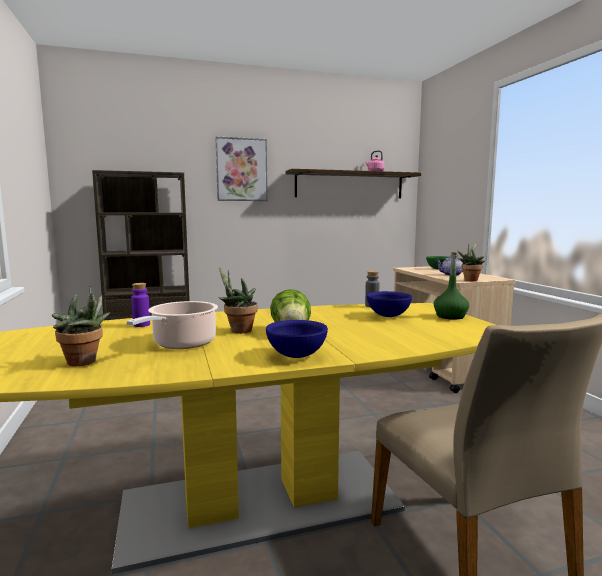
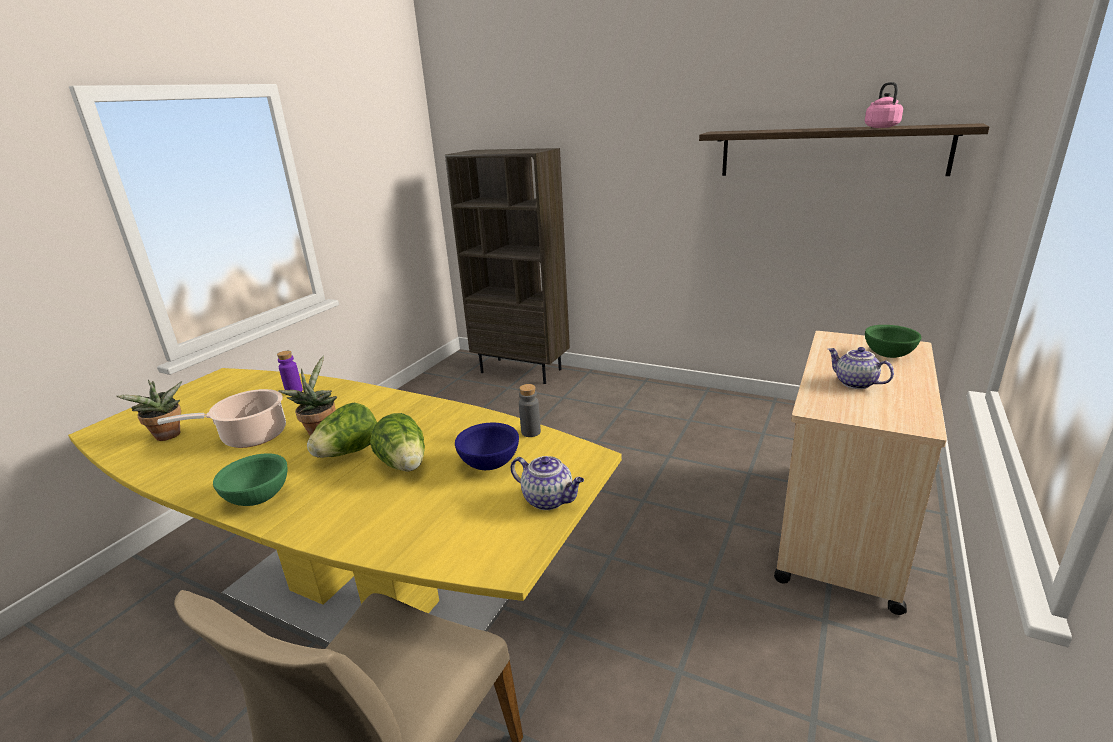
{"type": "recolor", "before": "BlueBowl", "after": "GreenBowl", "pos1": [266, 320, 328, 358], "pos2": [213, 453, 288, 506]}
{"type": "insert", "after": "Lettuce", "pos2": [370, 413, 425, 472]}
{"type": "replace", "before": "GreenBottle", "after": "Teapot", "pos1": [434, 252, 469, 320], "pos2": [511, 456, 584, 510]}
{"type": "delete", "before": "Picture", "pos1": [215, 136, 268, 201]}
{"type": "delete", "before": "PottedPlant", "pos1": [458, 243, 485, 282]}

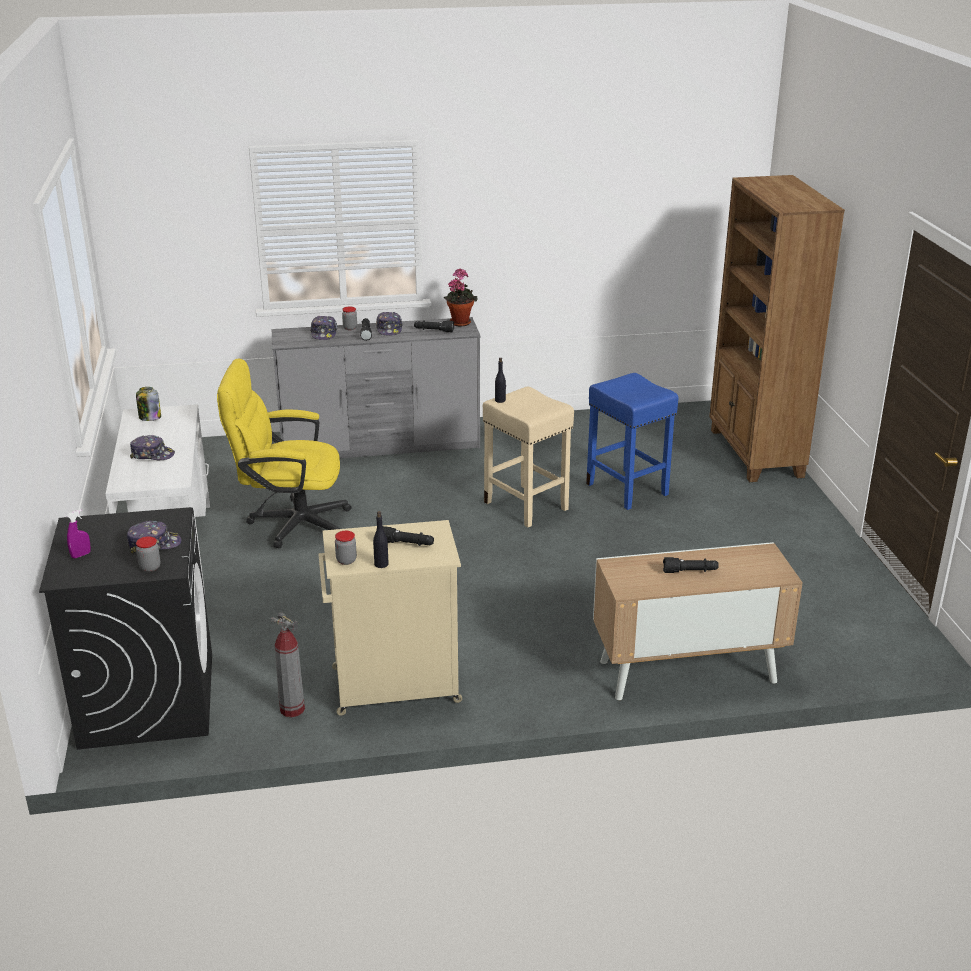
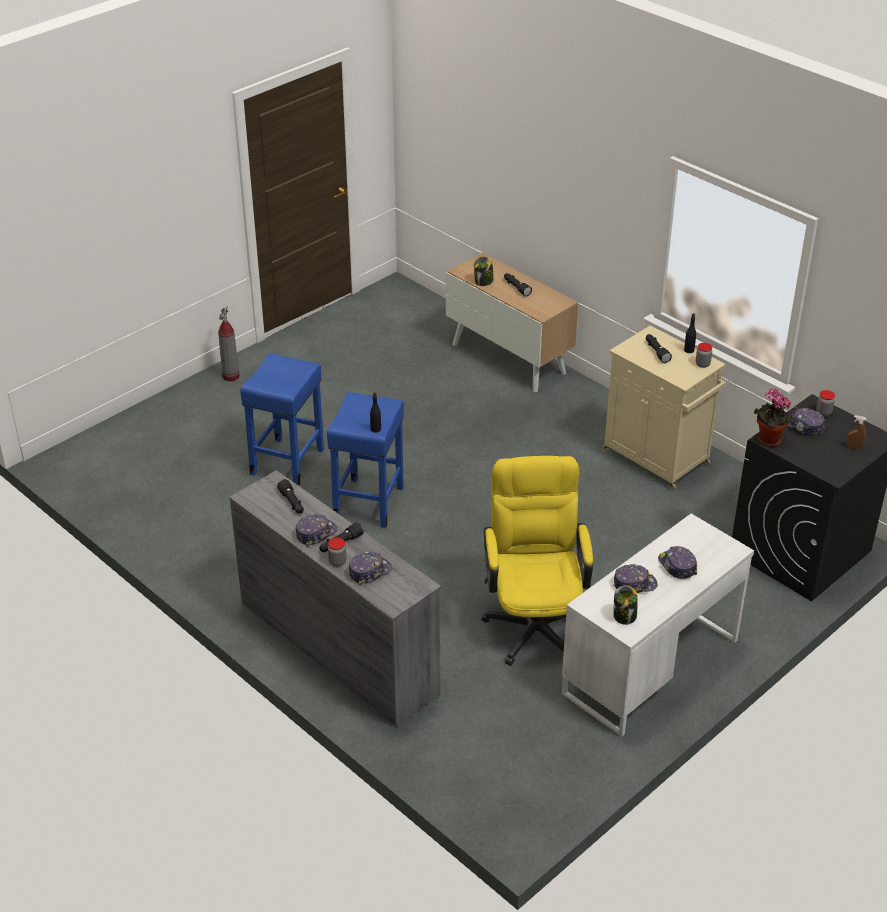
{"type": "move", "before": "FireExtinguisher", "pos1": [270, 612, 305, 717], "pos2": [218, 306, 240, 382]}
{"type": "recolor", "before": "BeigeStool", "after": "BlueStool", "pos1": [483, 387, 574, 527], "pos2": [327, 392, 404, 528]}
{"type": "insert", "after": "Jar", "pos2": [474, 257, 494, 286]}
{"type": "rotate", "before": "YellowOfficeChair", "pos1": [217, 358, 351, 549], "pos2": [482, 456, 593, 666], "turn": -150}
{"type": "insert", "after": "Cap", "pos2": [613, 564, 658, 593]}
{"type": "move", "before": "PottedPlant", "pos1": [444, 268, 478, 326], "pos2": [754, 389, 794, 446]}
{"type": "recolor", "before": "PurpleSprayBottle", "after": "BrownSprayBottle", "pos1": [67, 509, 91, 559], "pos2": [846, 415, 866, 450]}
{"type": "delete", "before": "BrownBookcase", "pos1": [709, 175, 845, 482]}

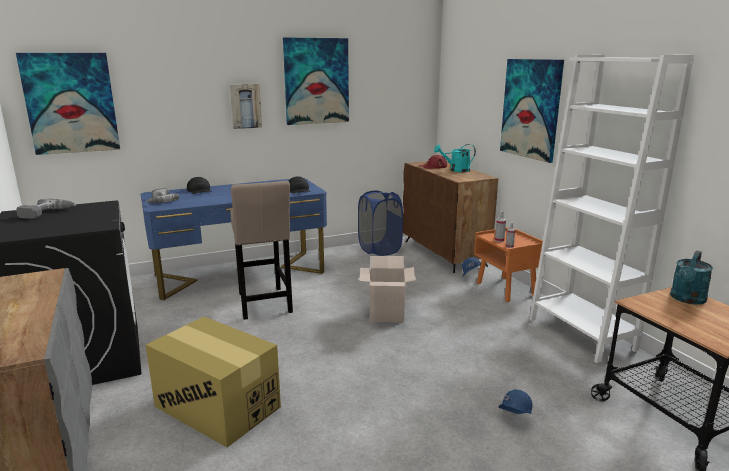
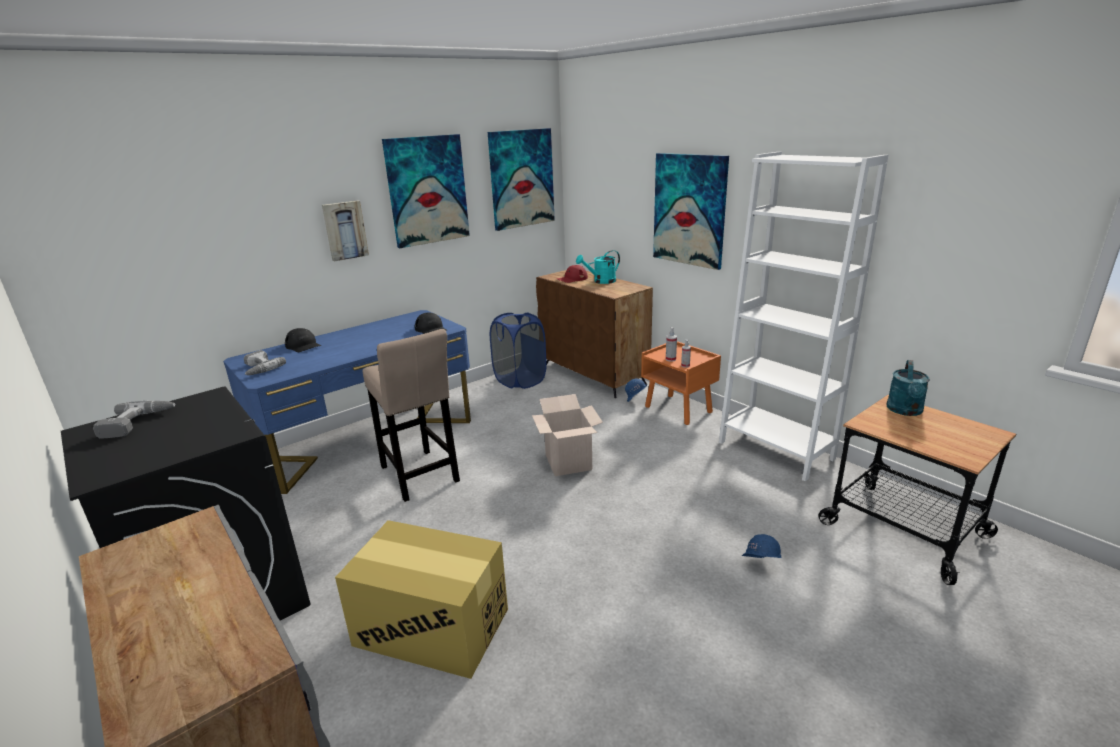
{"type": "move", "before": "Picture", "pos1": [16, 53, 120, 155], "pos2": [488, 128, 555, 231]}

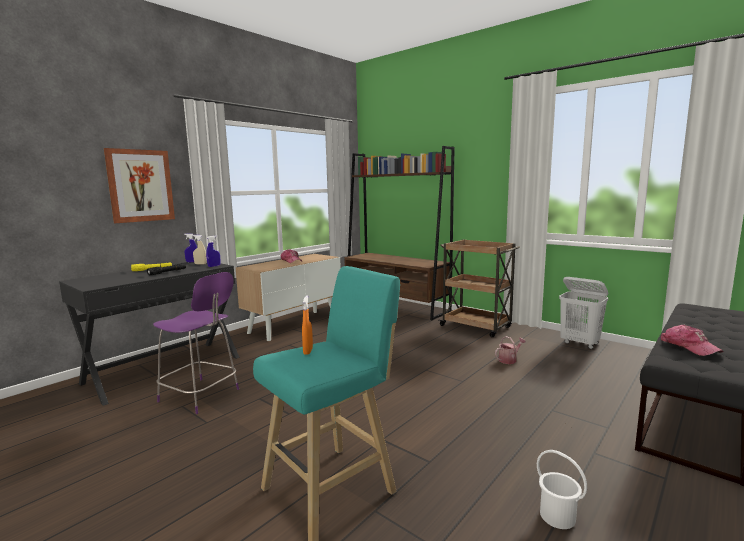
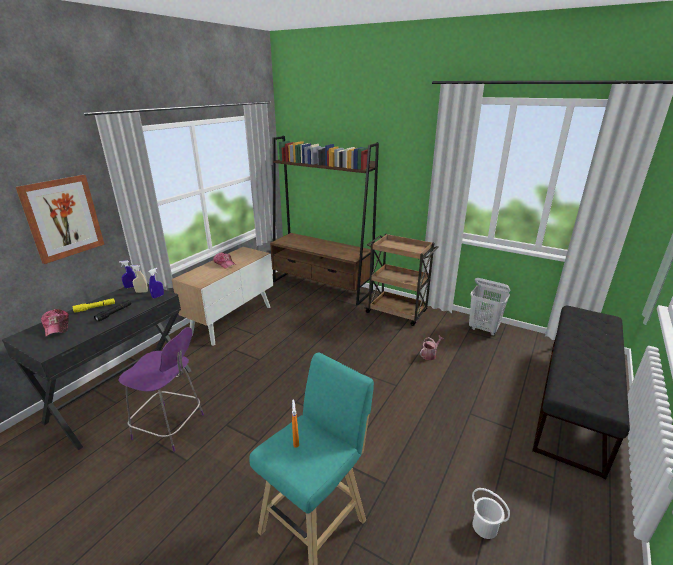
{"type": "move", "before": "Cap", "pos1": [661, 325, 723, 356], "pos2": [41, 309, 69, 336]}

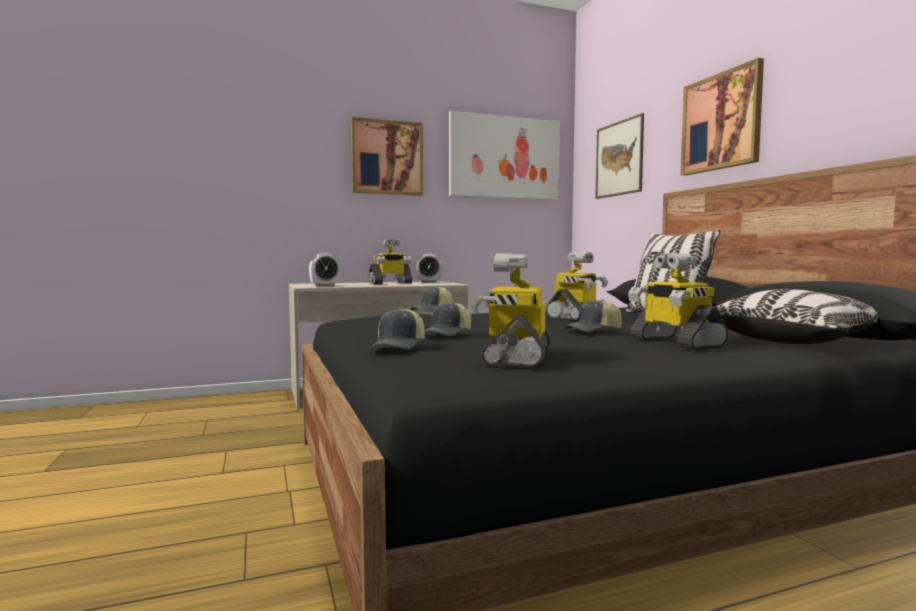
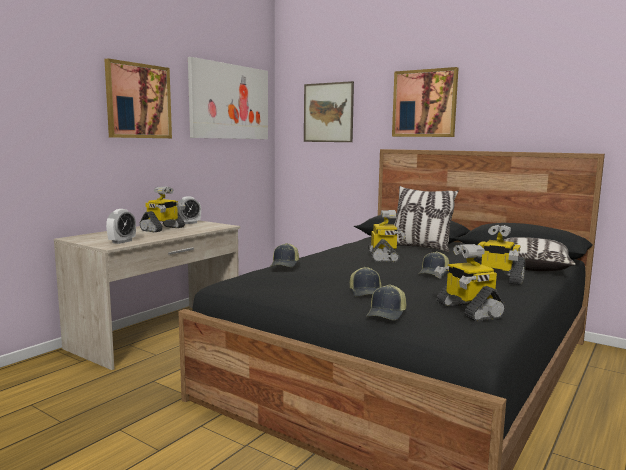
{"type": "rotate", "before": "Cap", "pos1": [370, 308, 425, 349], "pos2": [366, 284, 406, 320], "turn": 45}

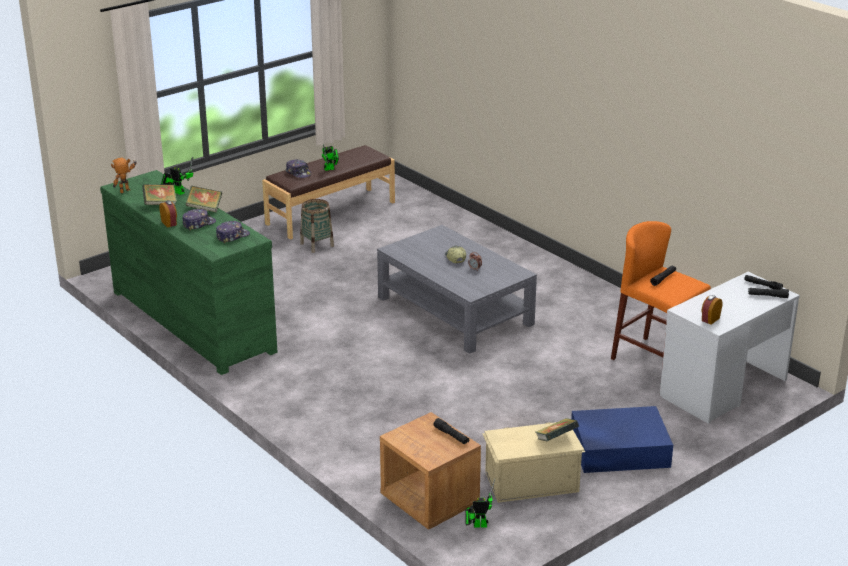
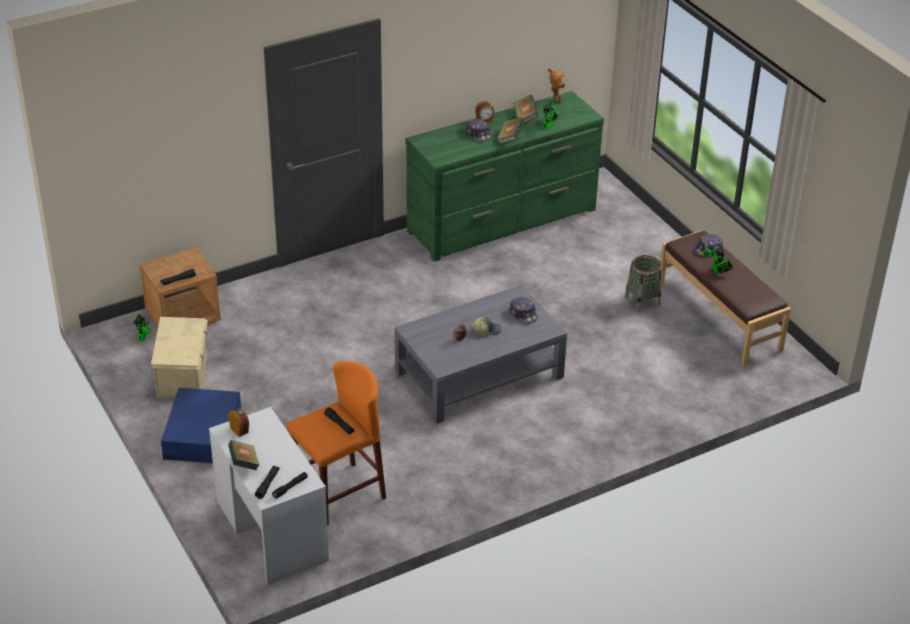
{"type": "move", "before": "Book", "pos1": [536, 418, 579, 441], "pos2": [228, 440, 259, 471]}
{"type": "move", "before": "Cap", "pos1": [216, 221, 250, 243], "pos2": [509, 297, 538, 324]}

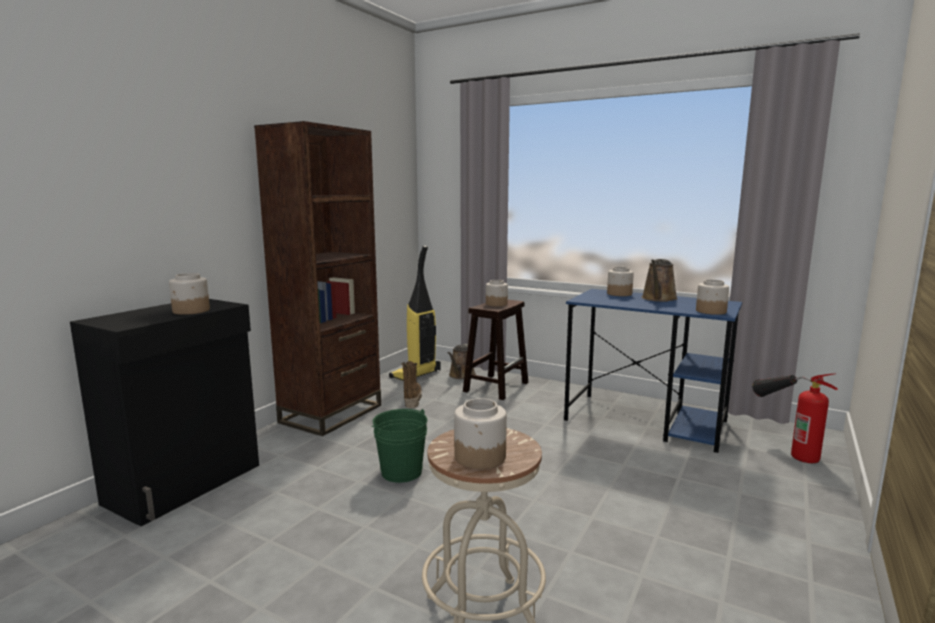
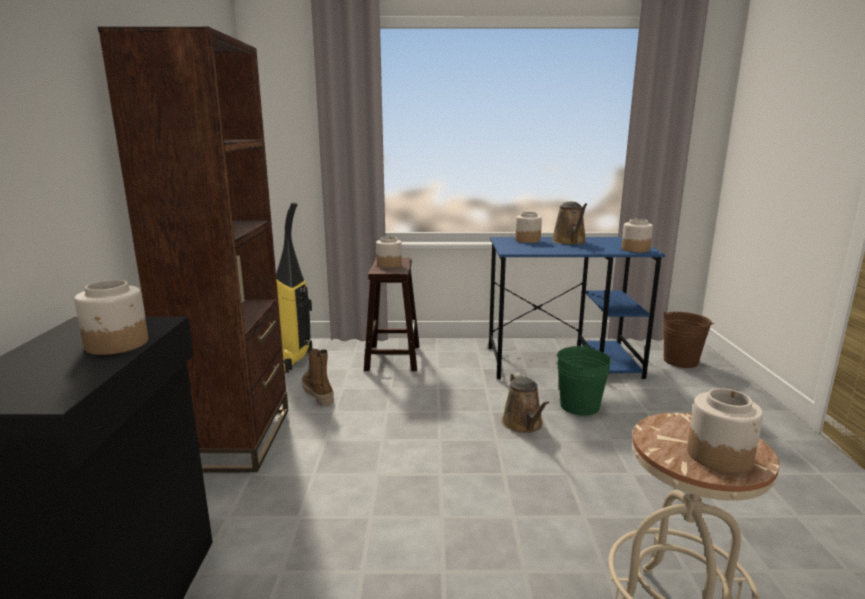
{"type": "move", "before": "BrownWateringCan", "pos1": [447, 344, 476, 379], "pos2": [502, 373, 549, 433]}
{"type": "move", "before": "GreenBucket", "pos1": [371, 409, 427, 483], "pos2": [557, 344, 611, 416]}
{"type": "replace", "before": "FireExtinguisher", "after": "BrownBucket", "pos1": [752, 373, 838, 463], "pos2": [663, 312, 714, 368]}

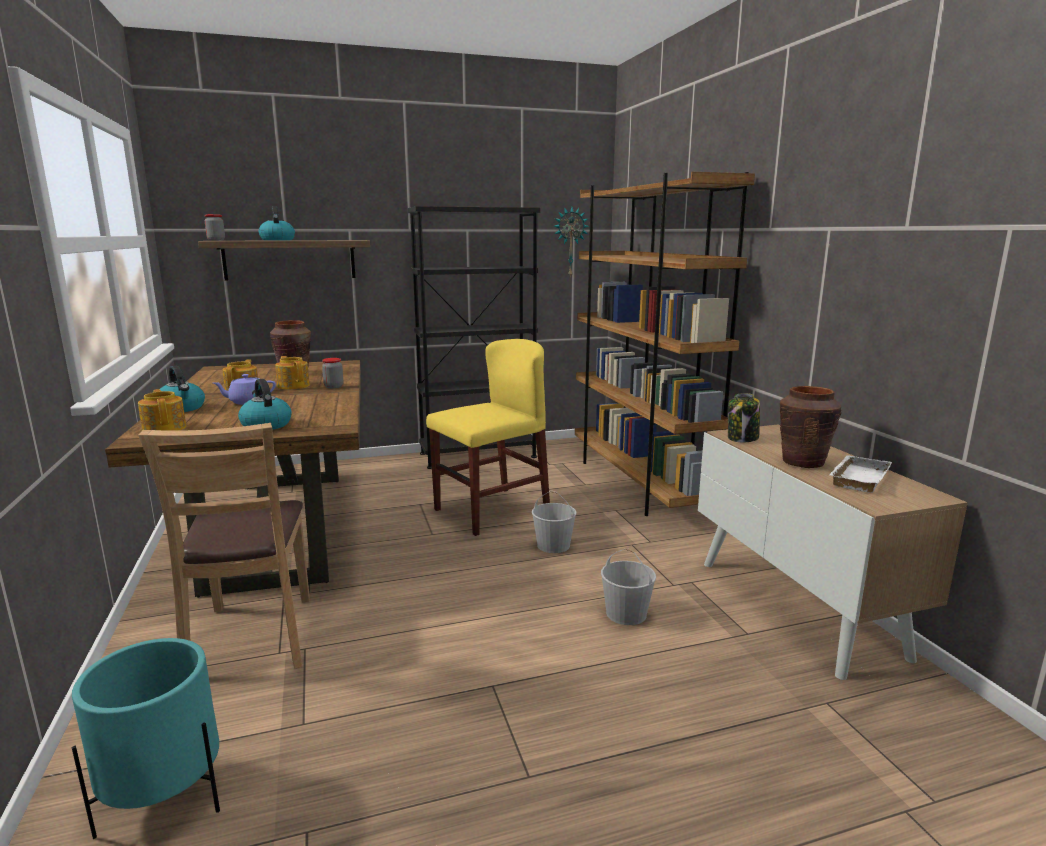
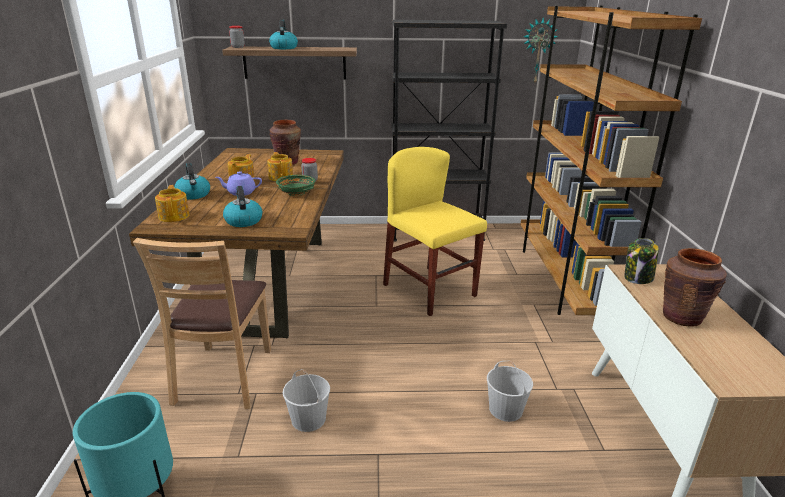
{"type": "insert", "after": "GreenBowl", "pos2": [276, 175, 315, 196]}
{"type": "move", "before": "WhiteBucket", "pos1": [532, 491, 576, 553], "pos2": [283, 369, 330, 432]}
{"type": "rotate", "before": "YellowChair", "pos1": [426, 339, 550, 536], "pos2": [383, 147, 487, 316], "turn": -105}
{"type": "delete", "before": "WhiteTray", "pos1": [830, 455, 892, 493]}

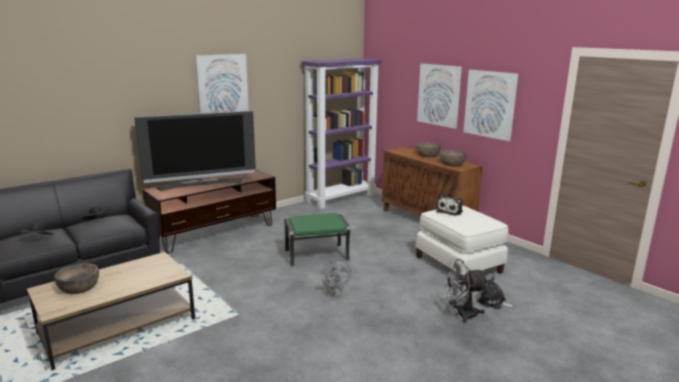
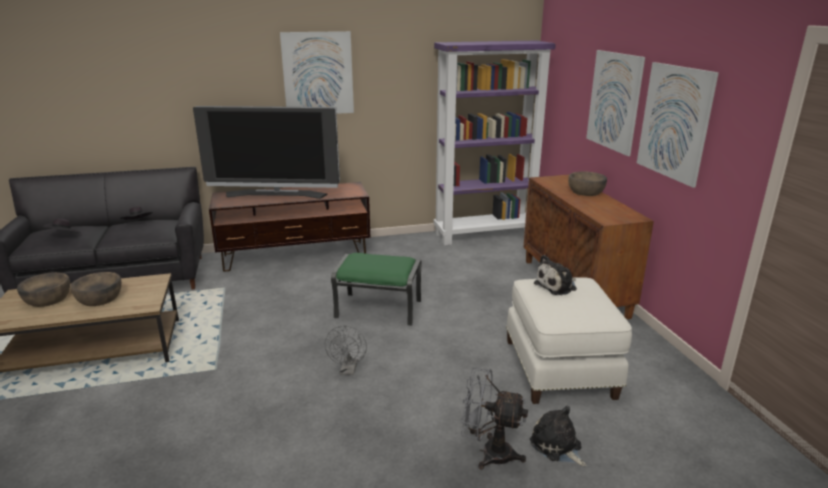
{"type": "move", "before": "BrownBowl", "pos1": [440, 150, 466, 166], "pos2": [70, 272, 122, 306]}

